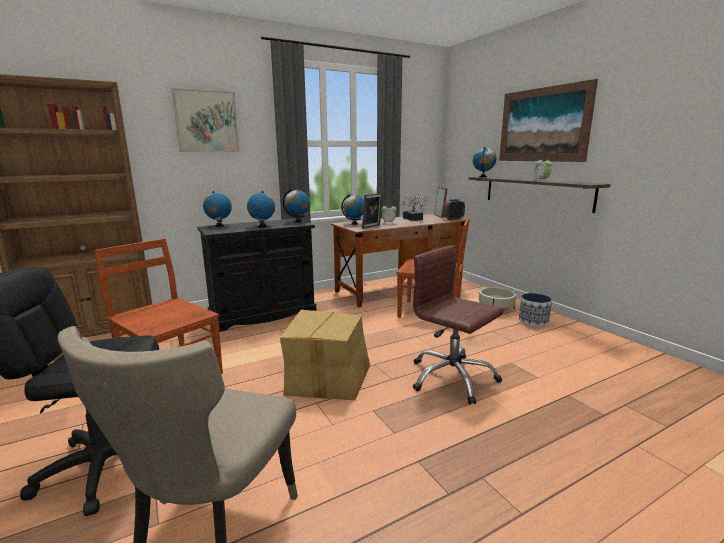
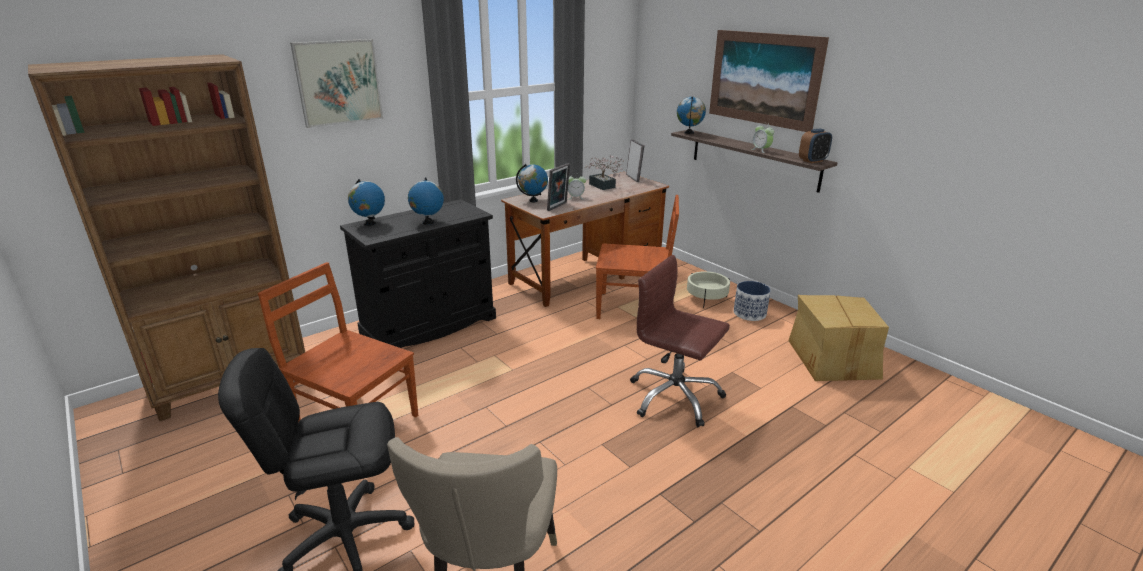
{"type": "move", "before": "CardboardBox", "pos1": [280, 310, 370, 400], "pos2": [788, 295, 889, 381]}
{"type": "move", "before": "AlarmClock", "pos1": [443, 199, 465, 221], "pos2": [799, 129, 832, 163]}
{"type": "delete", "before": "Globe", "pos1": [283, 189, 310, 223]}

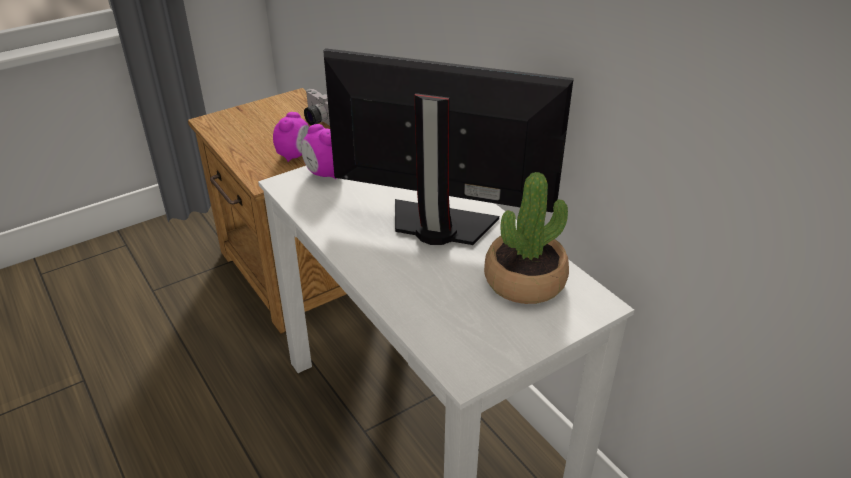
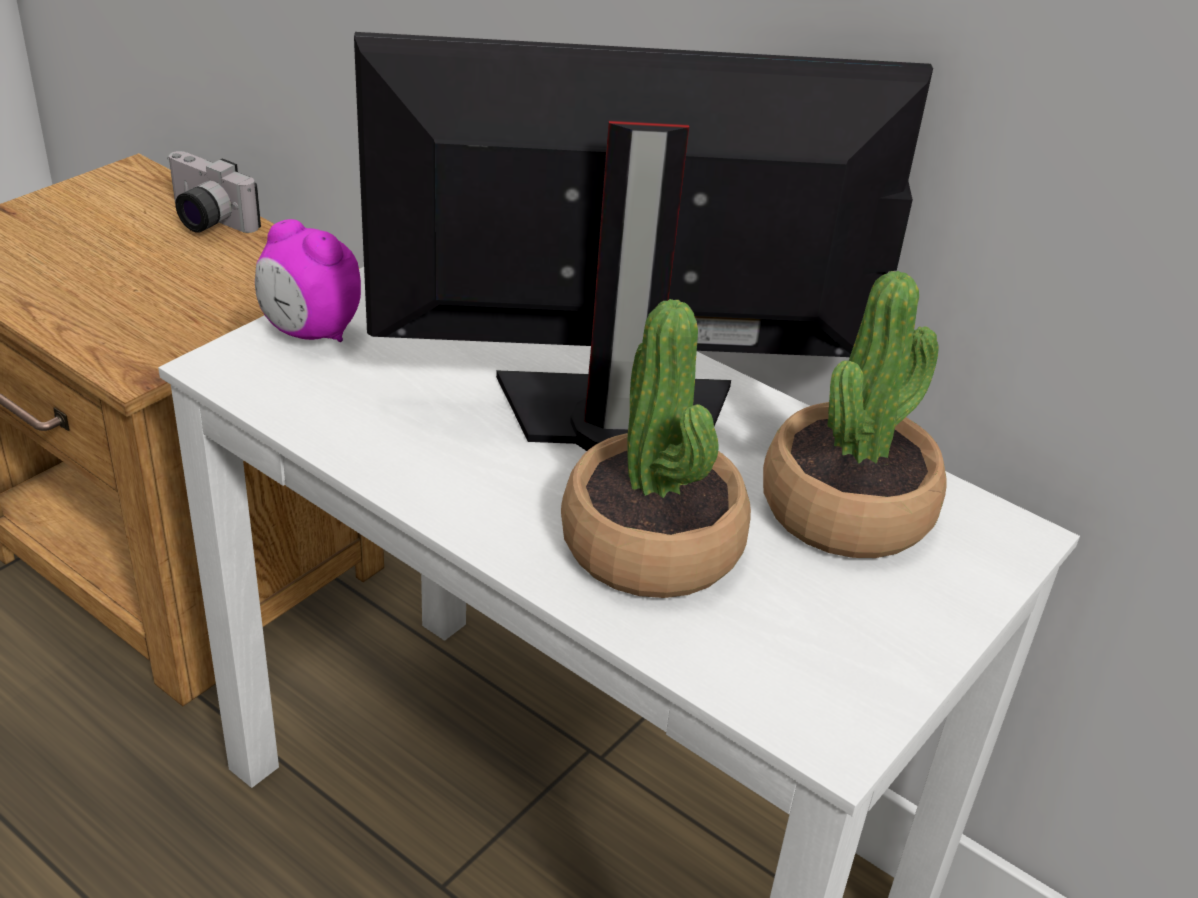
{"type": "insert", "after": "PottedPlant", "pos2": [561, 299, 751, 598]}
{"type": "delete", "before": "AlarmClock", "pos1": [273, 112, 309, 162]}

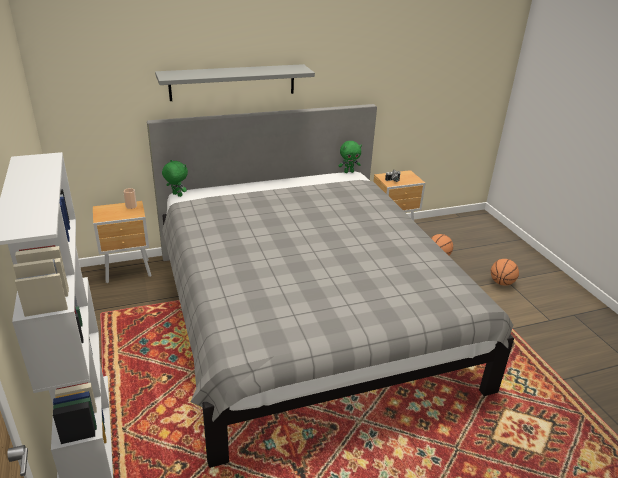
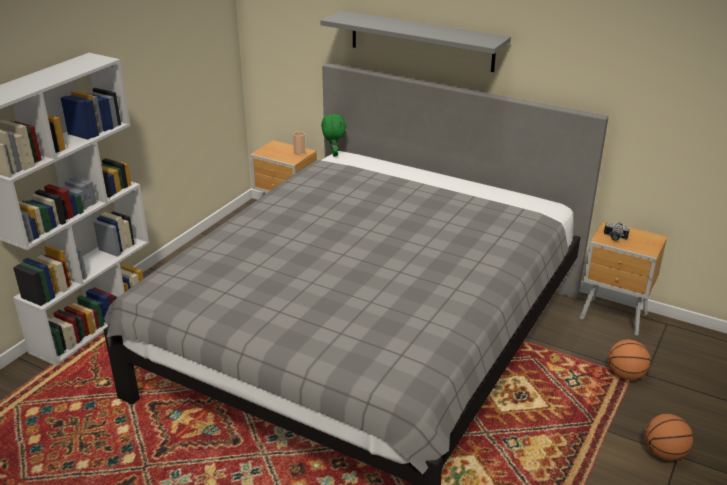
{"type": "delete", "before": "GreenPlushToy", "pos1": [338, 141, 362, 173]}

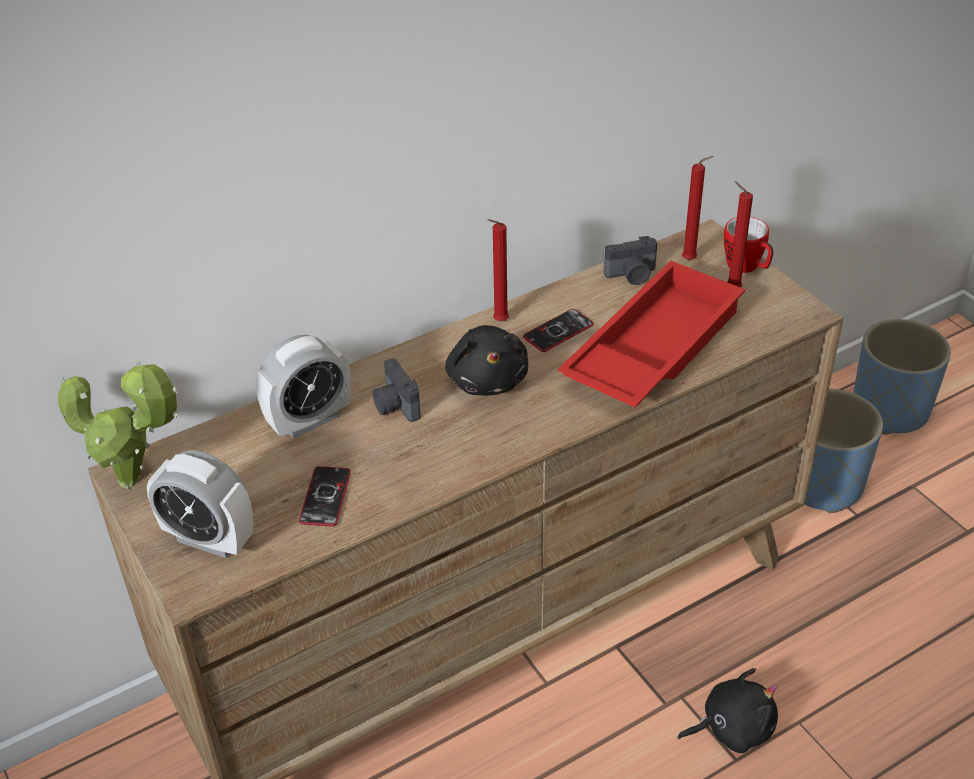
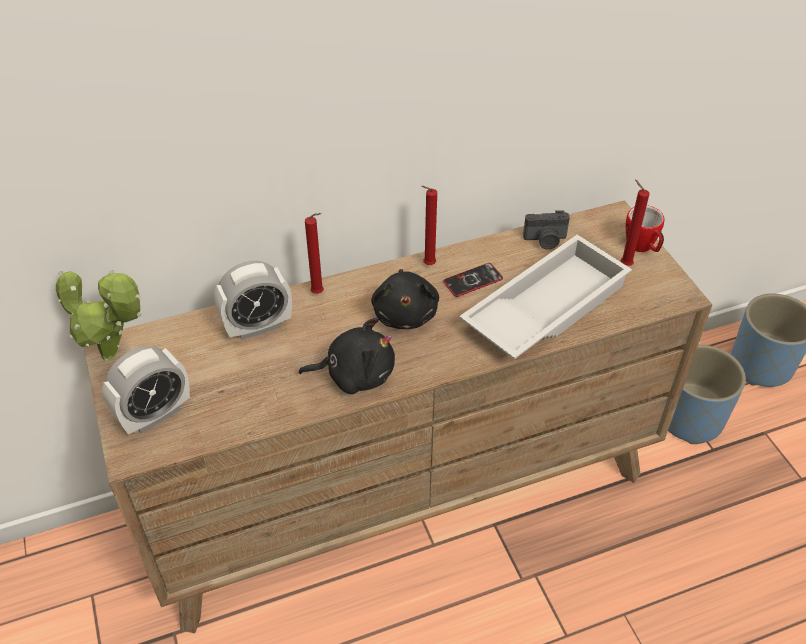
{"type": "rotate", "before": "AlarmClock", "pos1": [147, 450, 253, 558], "pos2": [102, 346, 190, 434], "turn": -75}
{"type": "move", "before": "BlackPlushToy", "pos1": [677, 668, 778, 753], "pos2": [299, 318, 395, 394]}
{"type": "move", "before": "RedCandle", "pos1": [682, 156, 713, 260], "pos2": [305, 213, 324, 294]}
{"type": "recolor", "before": "RedTray", "after": "WhiteTray", "pos1": [558, 261, 745, 407], "pos2": [459, 235, 632, 359]}
{"type": "delete", "before": "Phone", "pos1": [299, 466, 351, 527]}
{"type": "delete", "before": "PhotoCamera", "pos1": [372, 359, 421, 422]}

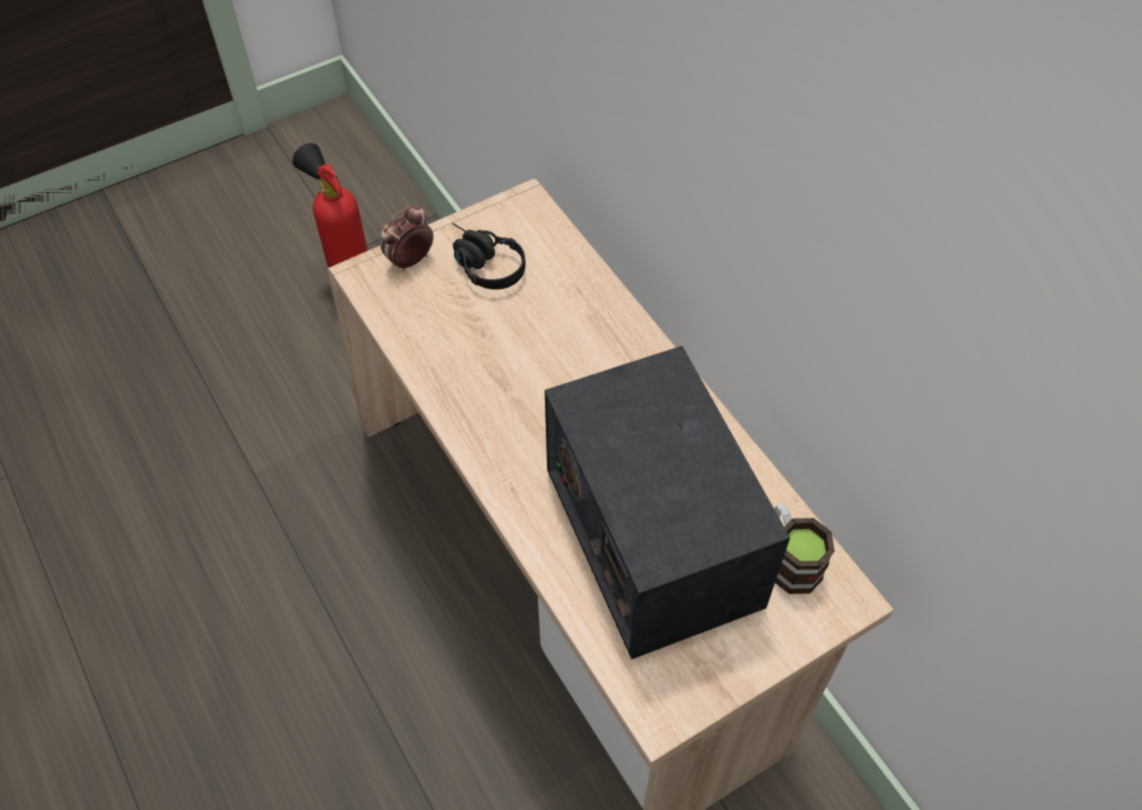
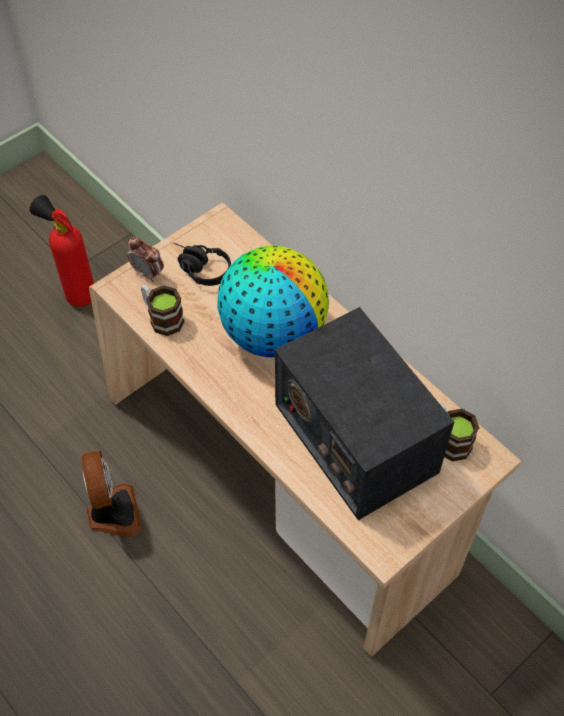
{"type": "insert", "after": "Fan", "pos2": [82, 450, 142, 537]}
{"type": "rotate", "before": "AlarmClock", "pos1": [380, 205, 434, 272], "pos2": [127, 237, 164, 282], "turn": -90}
{"type": "insert", "after": "Mug", "pos2": [141, 284, 184, 336]}
{"type": "insert", "after": "Globe", "pos2": [217, 246, 329, 357]}

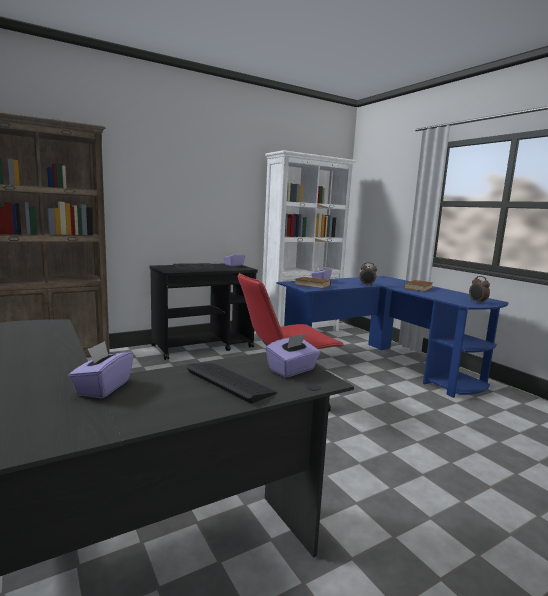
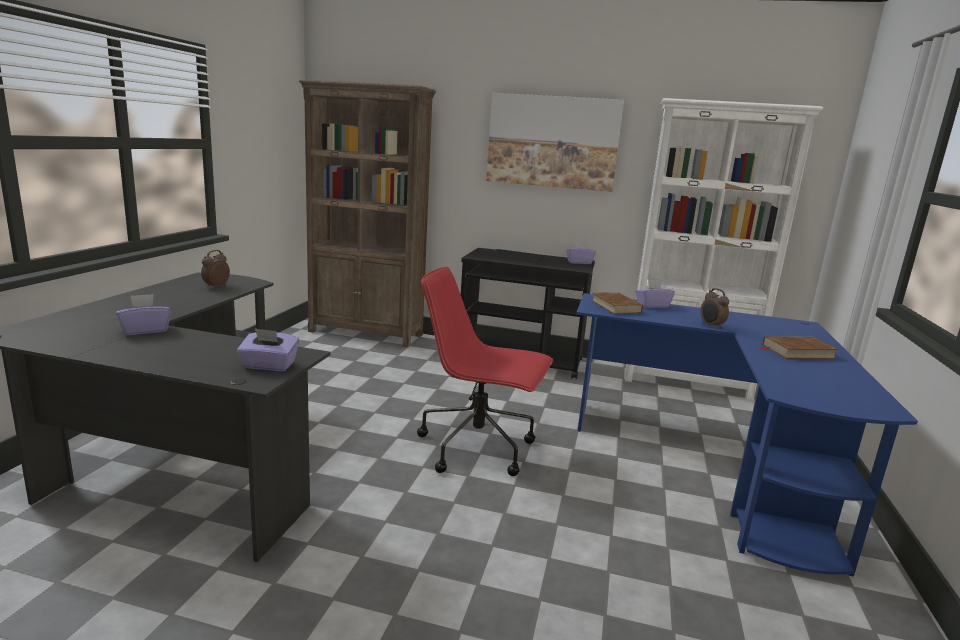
{"type": "move", "before": "AlarmClock", "pos1": [469, 276, 490, 304], "pos2": [201, 250, 230, 288]}
{"type": "insert", "after": "Picture", "pos2": [486, 93, 624, 192]}
{"type": "delete", "before": "Keyboard", "pos1": [186, 363, 278, 404]}

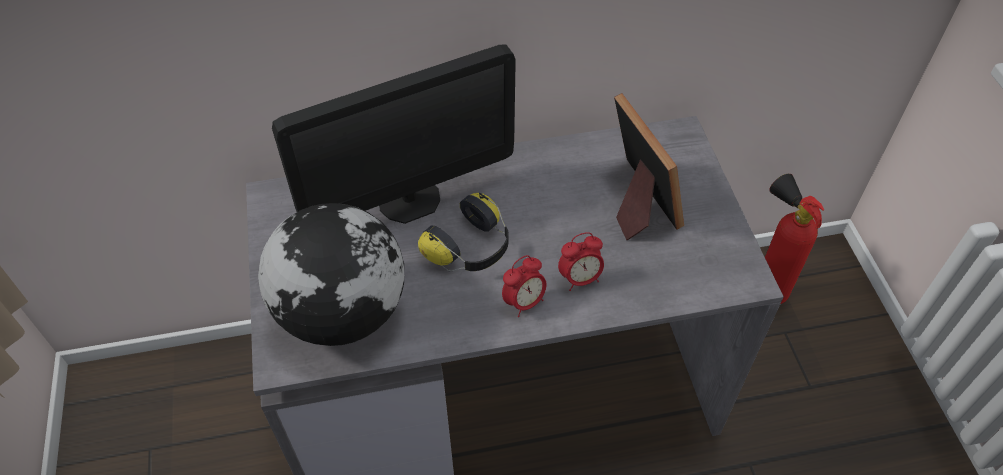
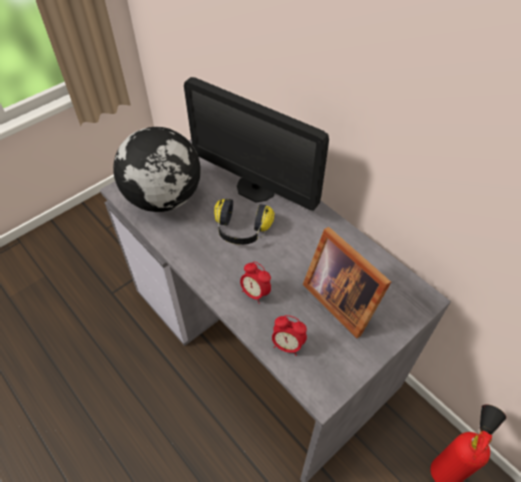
{"type": "move", "before": "AlarmClock", "pos1": [502, 255, 547, 317], "pos2": [272, 315, 307, 356]}
{"type": "rotate", "before": "PictureFrame", "pos1": [614, 93, 684, 240], "pos2": [303, 227, 391, 338], "turn": 105}

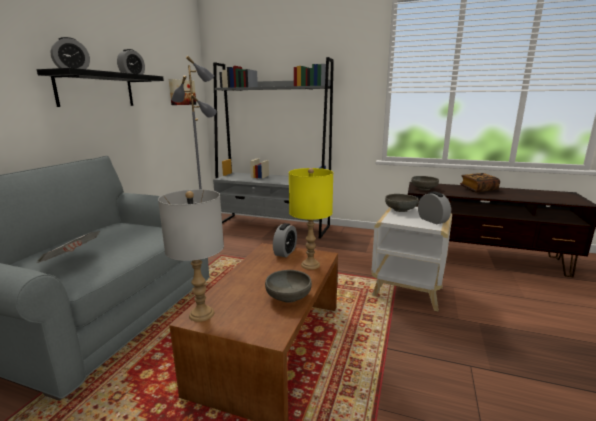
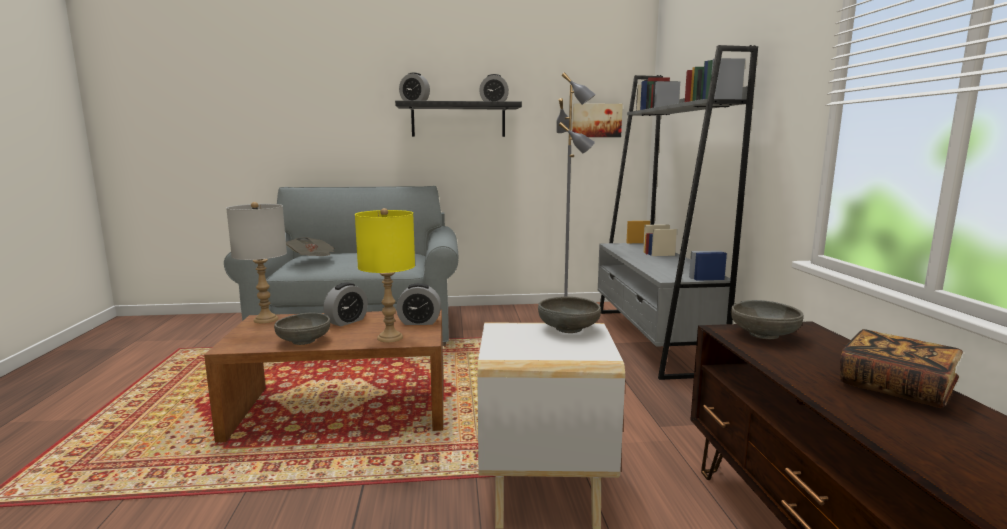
{"type": "move", "before": "AlarmClock", "pos1": [418, 192, 451, 224], "pos2": [323, 283, 368, 327]}

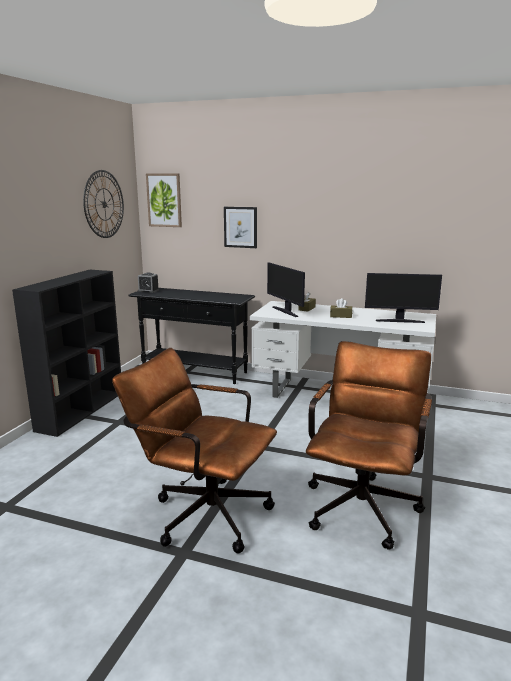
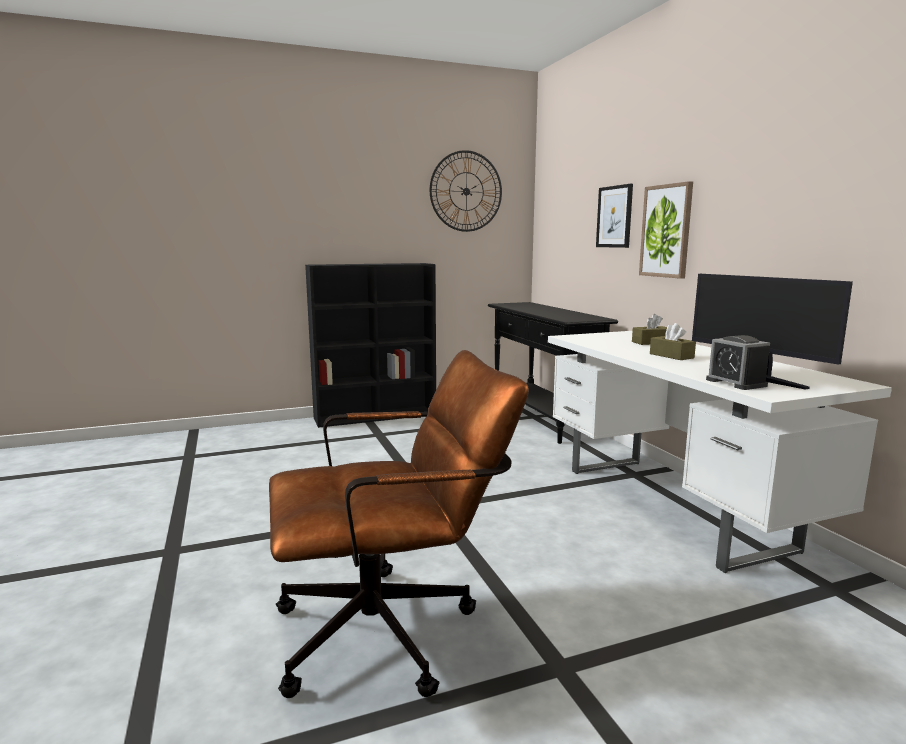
{"type": "move", "before": "Picture", "pos1": [146, 174, 182, 227], "pos2": [639, 181, 693, 279]}
{"type": "move", "before": "AlarmClock", "pos1": [138, 273, 159, 293], "pos2": [706, 335, 770, 390]}
{"type": "delete", "before": "BrownOfficeChair", "pos1": [112, 348, 277, 554]}
{"type": "delete", "before": "Monitor", "pos1": [267, 263, 305, 317]}

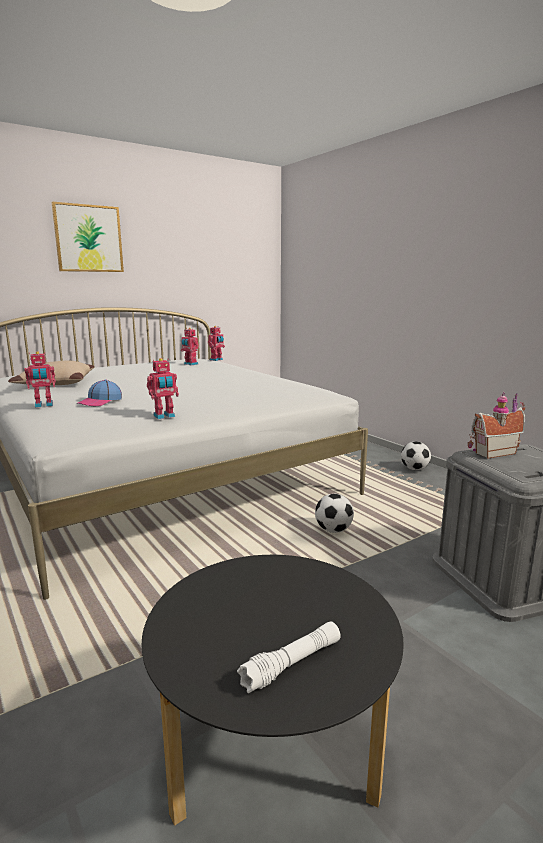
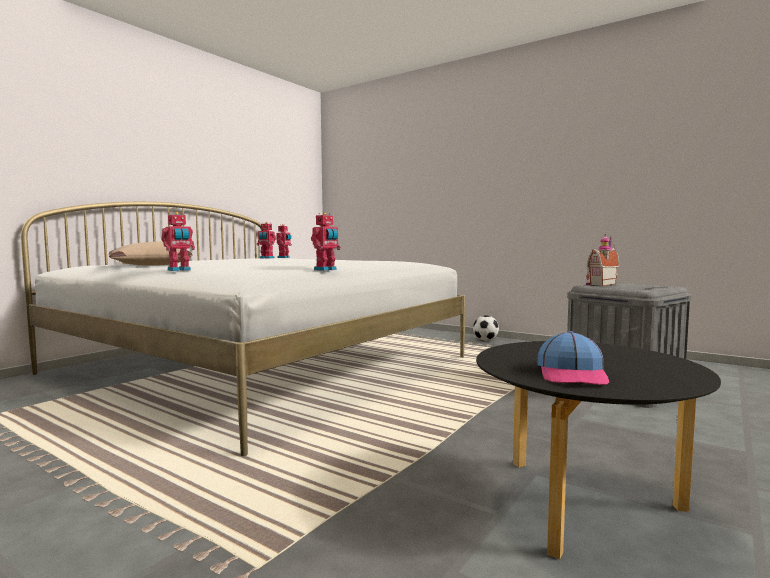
{"type": "move", "before": "Cap", "pos1": [77, 380, 122, 406], "pos2": [537, 331, 609, 385]}
{"type": "delete", "before": "Picture", "pos1": [52, 201, 124, 272]}
{"type": "delete", "before": "WhiteFlashlight", "pos1": [237, 622, 341, 693]}
{"type": "delete", "before": "Football", "pos1": [315, 494, 354, 533]}

